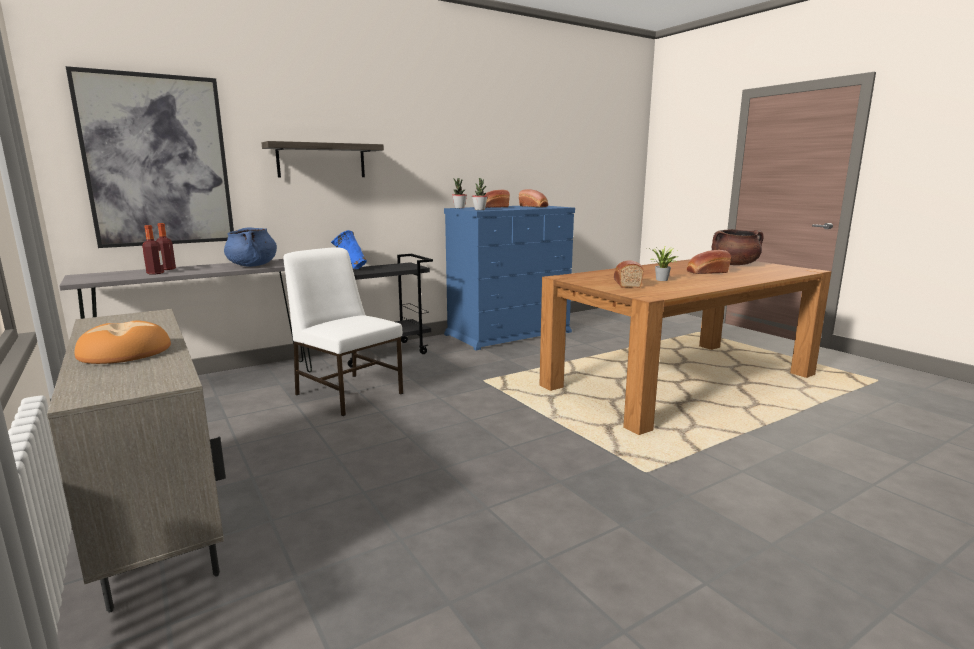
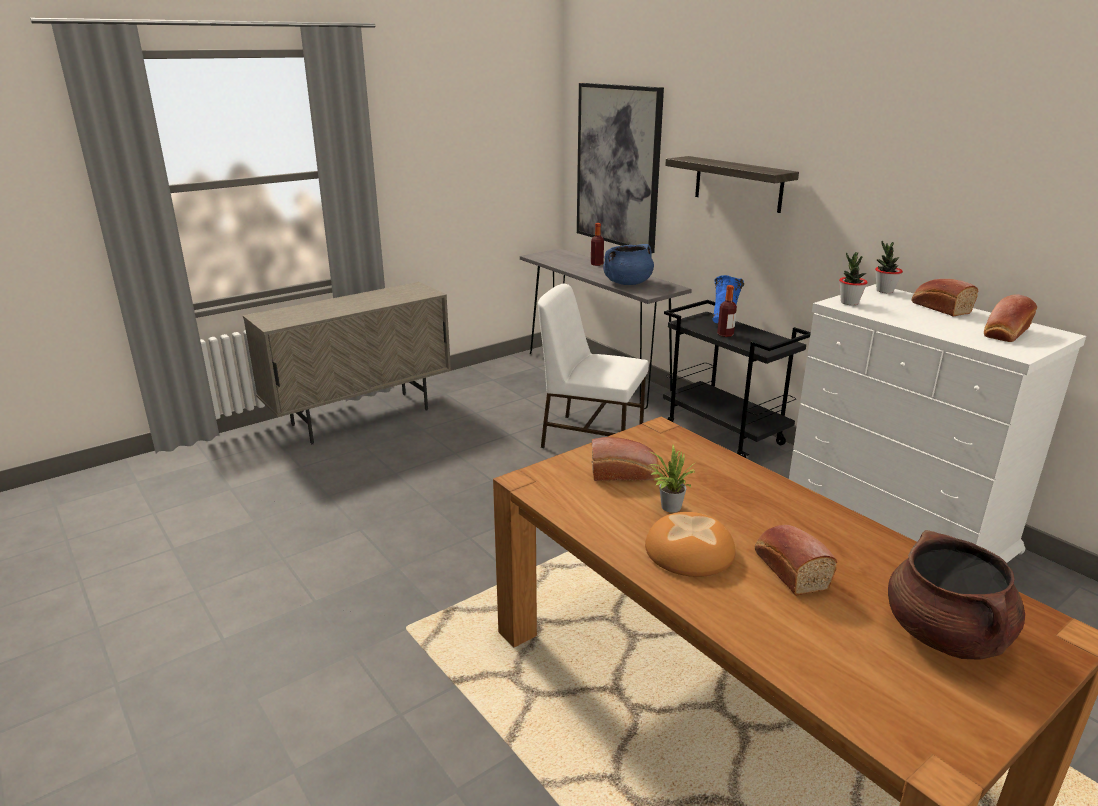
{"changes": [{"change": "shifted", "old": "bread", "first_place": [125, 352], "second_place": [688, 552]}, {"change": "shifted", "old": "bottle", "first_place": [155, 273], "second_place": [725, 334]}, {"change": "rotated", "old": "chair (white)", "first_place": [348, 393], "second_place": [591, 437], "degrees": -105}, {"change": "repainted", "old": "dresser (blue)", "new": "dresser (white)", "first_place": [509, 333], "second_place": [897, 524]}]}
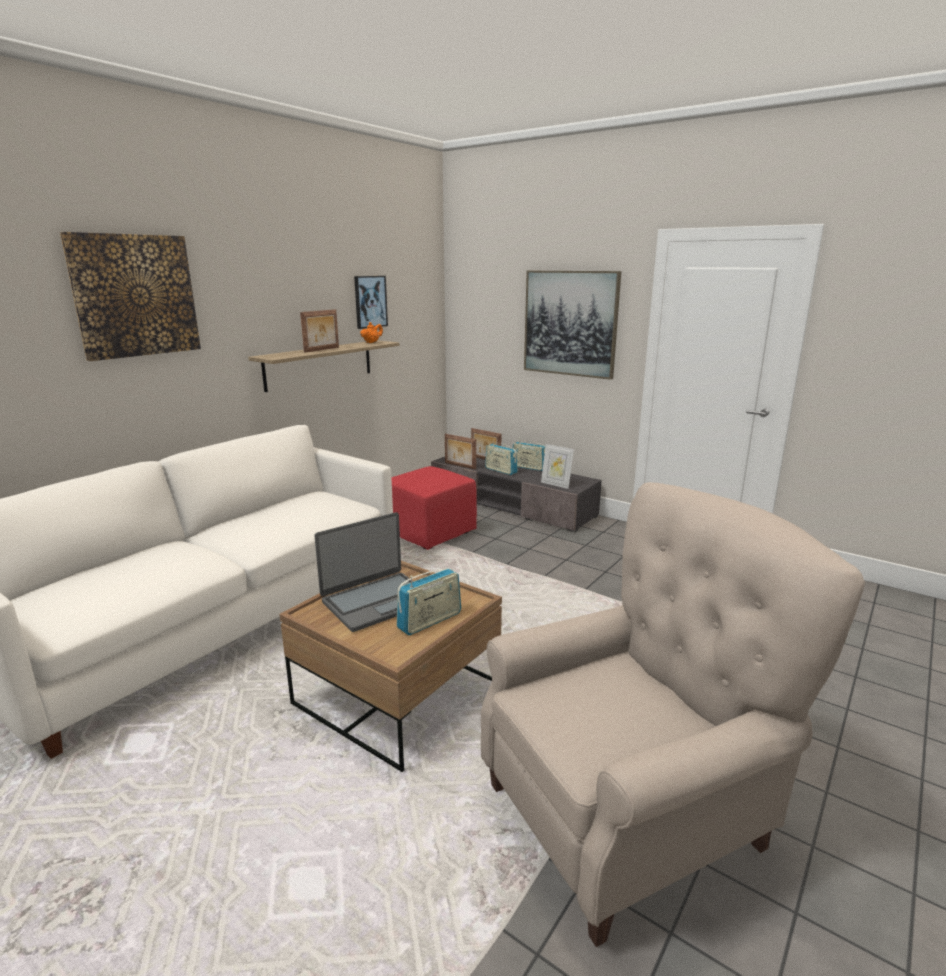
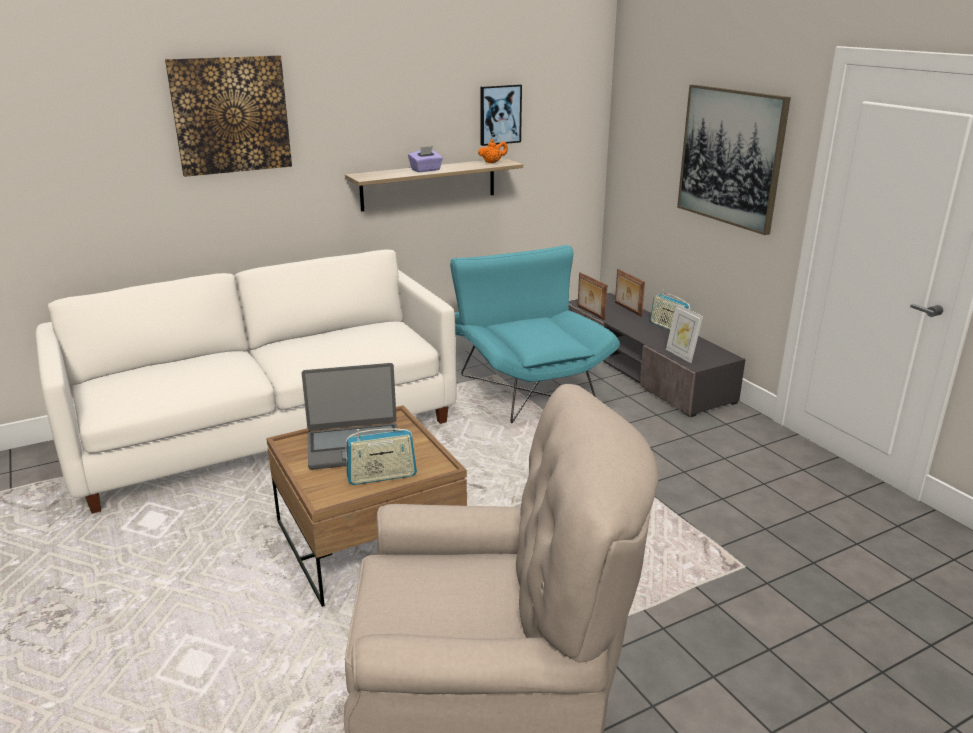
{"changes": [{"change": "swapped", "old": "picture frame", "new": "tissue box (purple)", "first_place": [322, 350], "second_place": [426, 170]}, {"change": "swapped", "old": "ottoman (red)", "new": "armchair (turquoise)", "first_place": [430, 533], "second_place": [524, 385]}, {"change": "gone", "old": "radio", "first_place": [501, 470]}]}
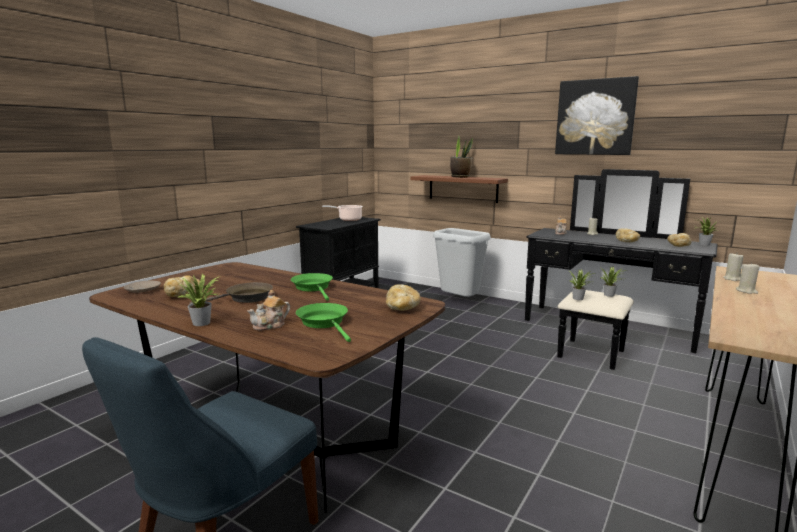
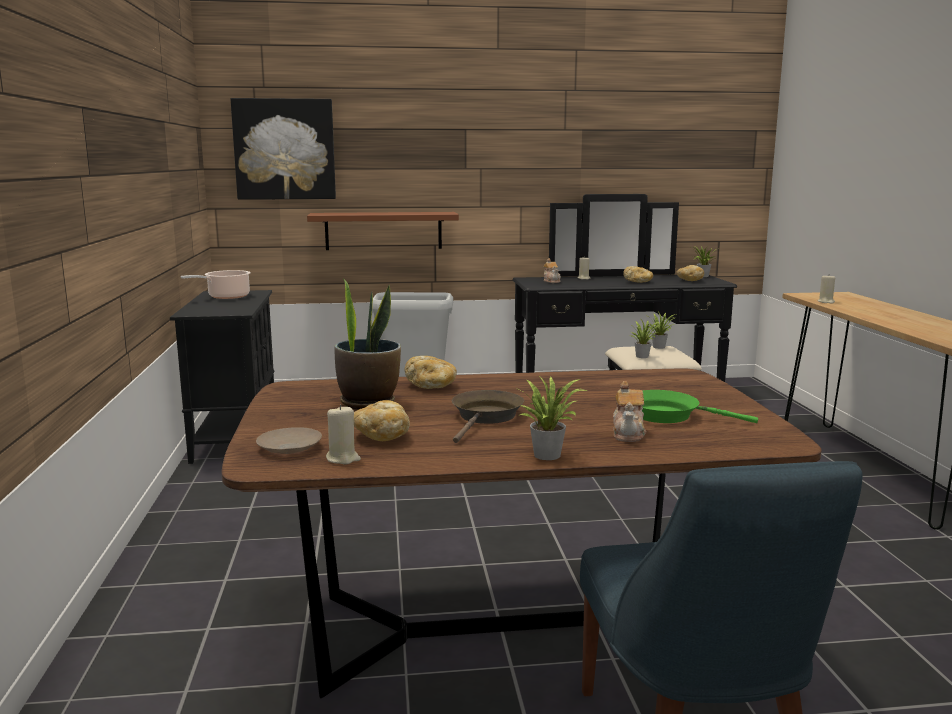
{"changes": [{"change": "gone", "old": "frying pan (green)", "first_place": [313, 288]}, {"change": "shifted", "old": "bread", "first_place": [402, 308], "second_place": [431, 386]}, {"change": "shifted", "old": "potted plant", "first_place": [460, 177], "second_place": [368, 403]}, {"change": "shifted", "old": "picture", "first_place": [595, 117], "second_place": [284, 149]}, {"change": "shifted", "old": "candle (beige)", "first_place": [746, 291], "second_place": [343, 459]}]}
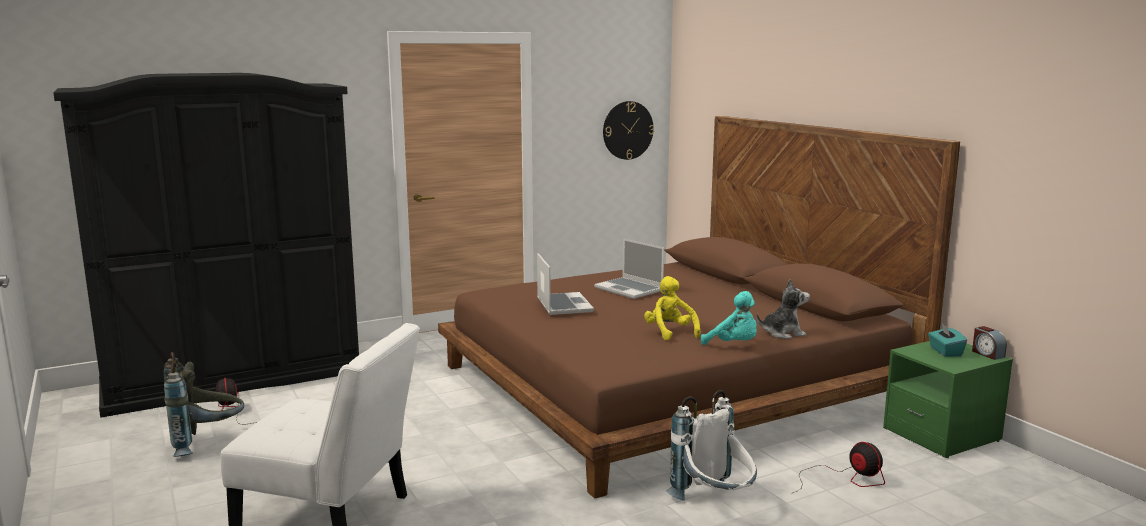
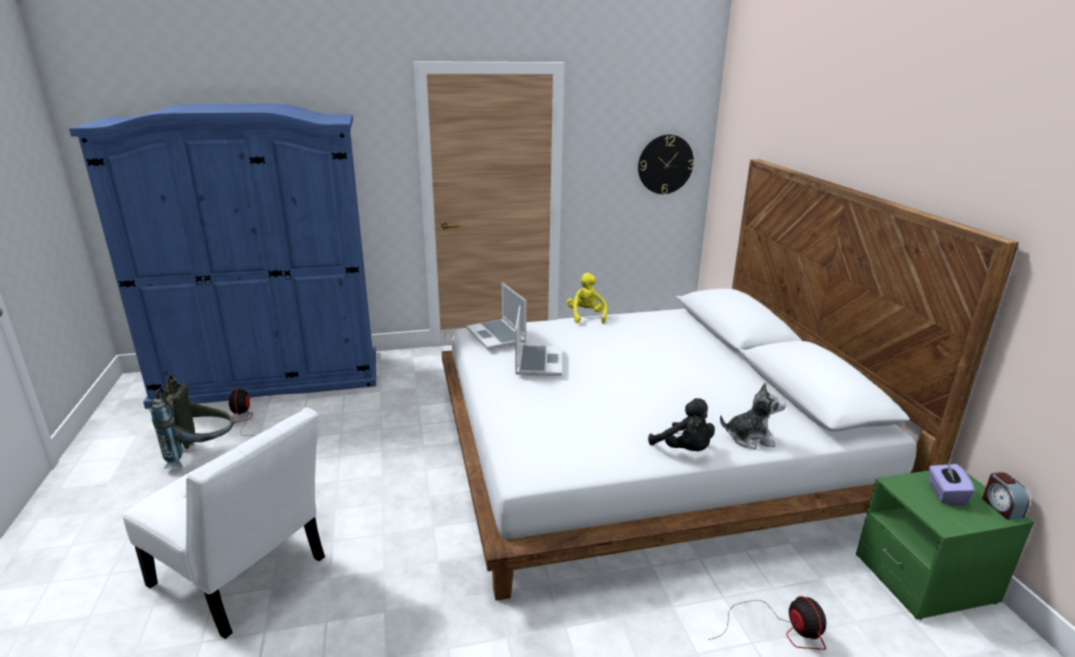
{"changes": [{"change": "repainted", "old": "wardrobe (black)", "new": "wardrobe (blue)", "first_place": [235, 377], "second_place": [270, 378]}, {"change": "repainted", "old": "bed (brown)", "new": "bed (white)", "first_place": [669, 386], "second_place": [643, 448]}, {"change": "shifted", "old": "laptop", "first_place": [630, 289], "second_place": [497, 336]}, {"change": "shifted", "old": "plush toy (yellow)", "first_place": [670, 332], "second_place": [586, 316]}, {"change": "gone", "old": "backpack (white)", "first_place": [714, 504]}, {"change": "repainted", "old": "plush toy (turquoise)", "new": "plush toy (black)", "first_place": [733, 345], "second_place": [684, 450]}, {"change": "repainted", "old": "tissue box (turquoise)", "new": "tissue box (purple)", "first_place": [945, 352], "second_place": [945, 494]}]}
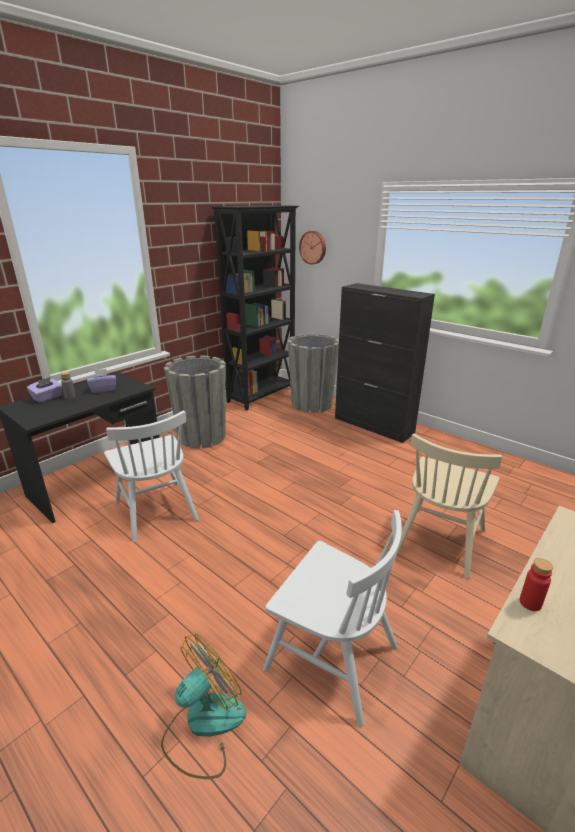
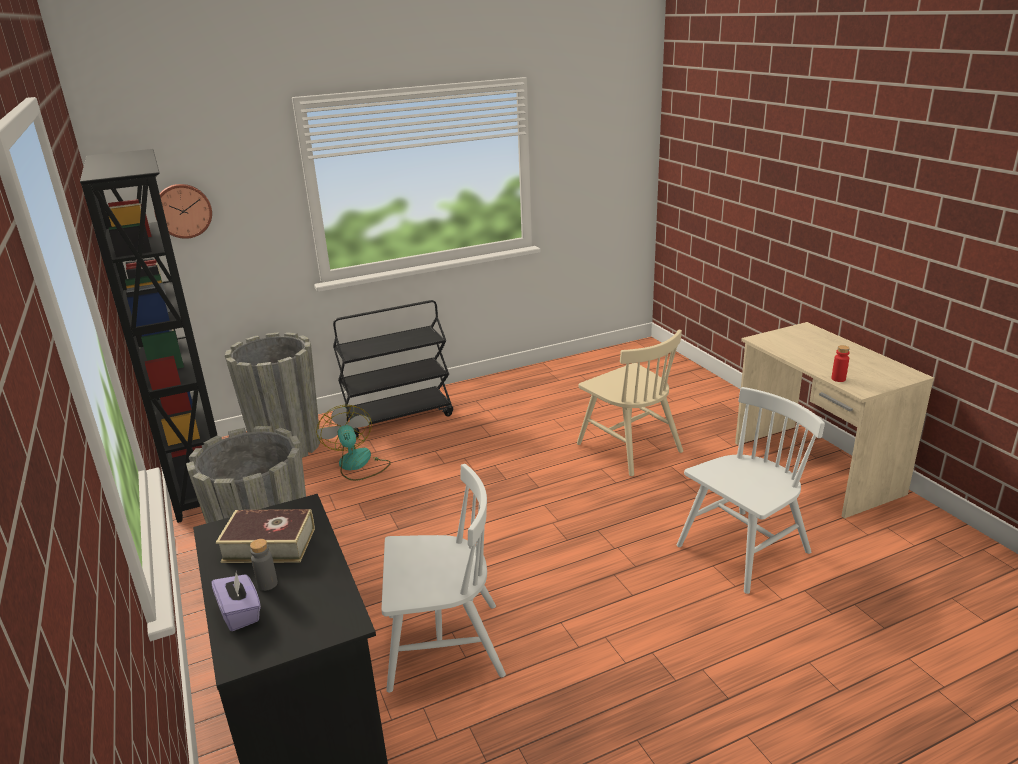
{"changes": [{"change": "swapped", "old": "tissue box (purple)", "new": "book", "first_place": [103, 389], "second_place": [269, 545]}, {"change": "shifted", "old": "fan", "first_place": [203, 725], "second_place": [357, 465]}, {"change": "swapped", "old": "cabinet (black)", "new": "cart (black)", "first_place": [373, 426], "second_place": [398, 418]}]}
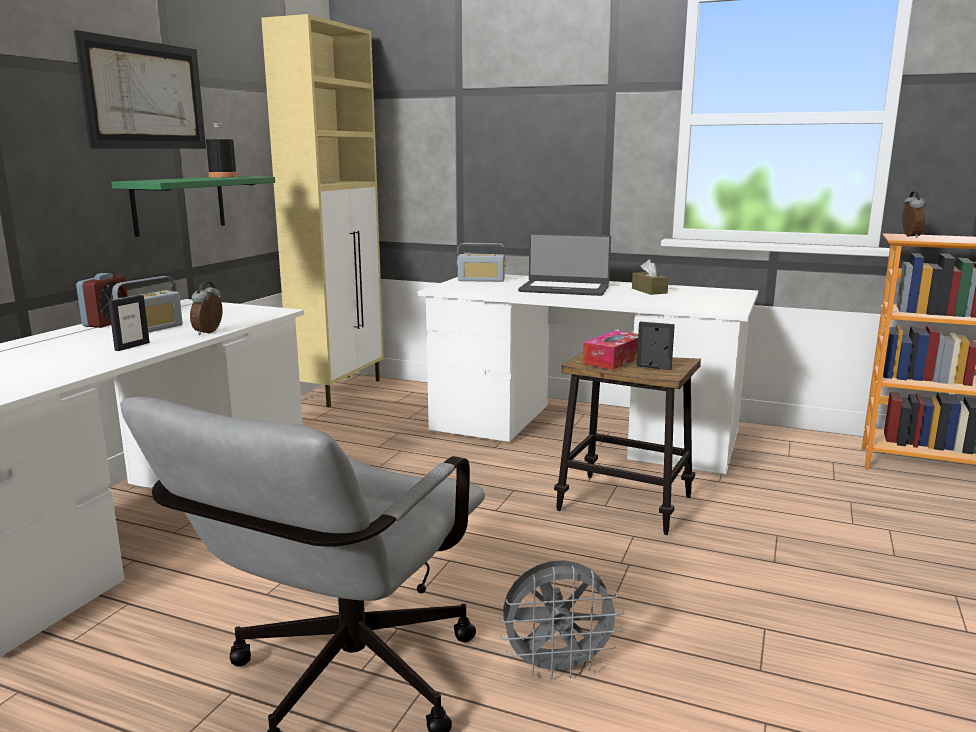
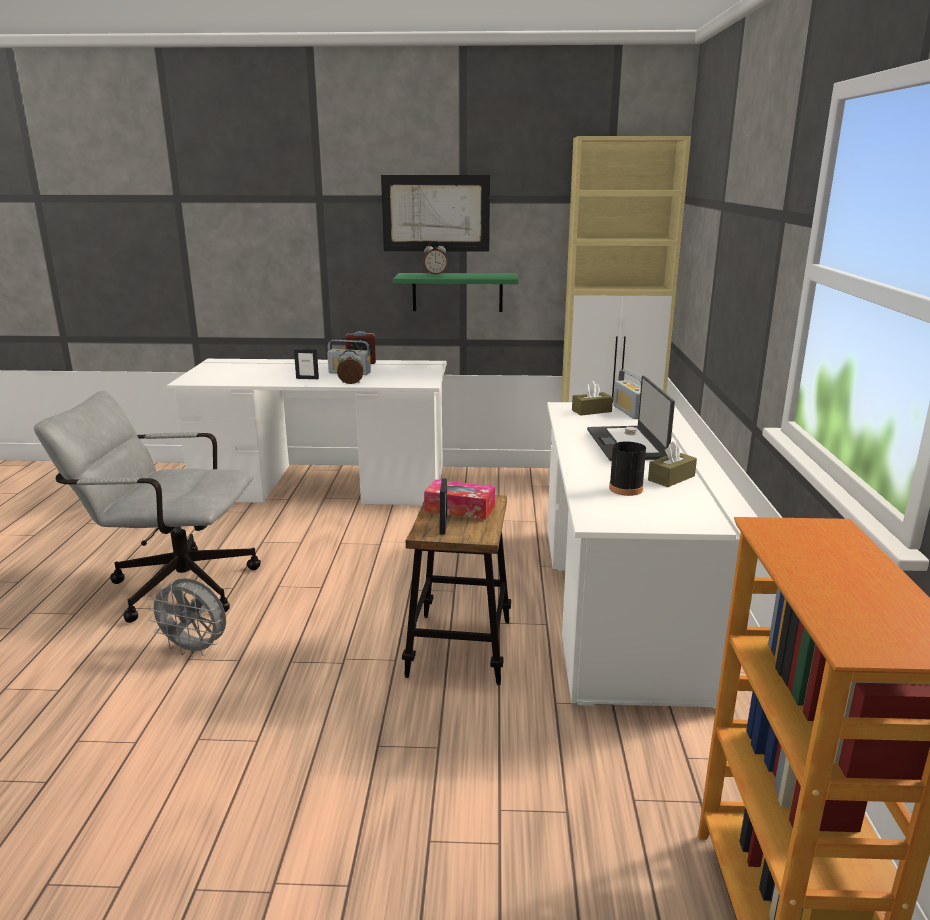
{"changes": [{"change": "shifted", "old": "bottle (black)", "first_place": [223, 176], "second_place": [626, 489]}, {"change": "rotated", "old": "fan (grey)", "first_place": [557, 667], "second_place": [195, 649], "degrees": -45}, {"change": "shifted", "old": "alarm clock", "first_place": [909, 236], "second_place": [435, 274]}, {"change": "new", "new": "tissue box (brown)", "second_place": [591, 411]}]}
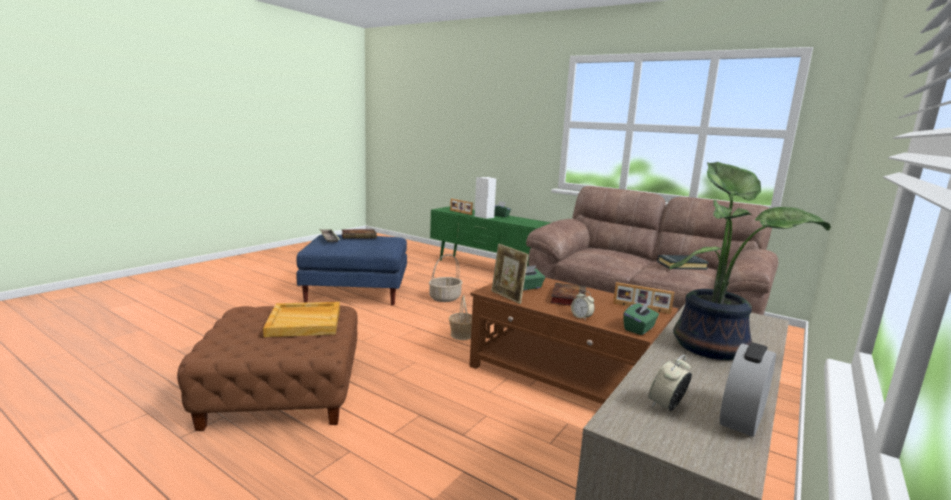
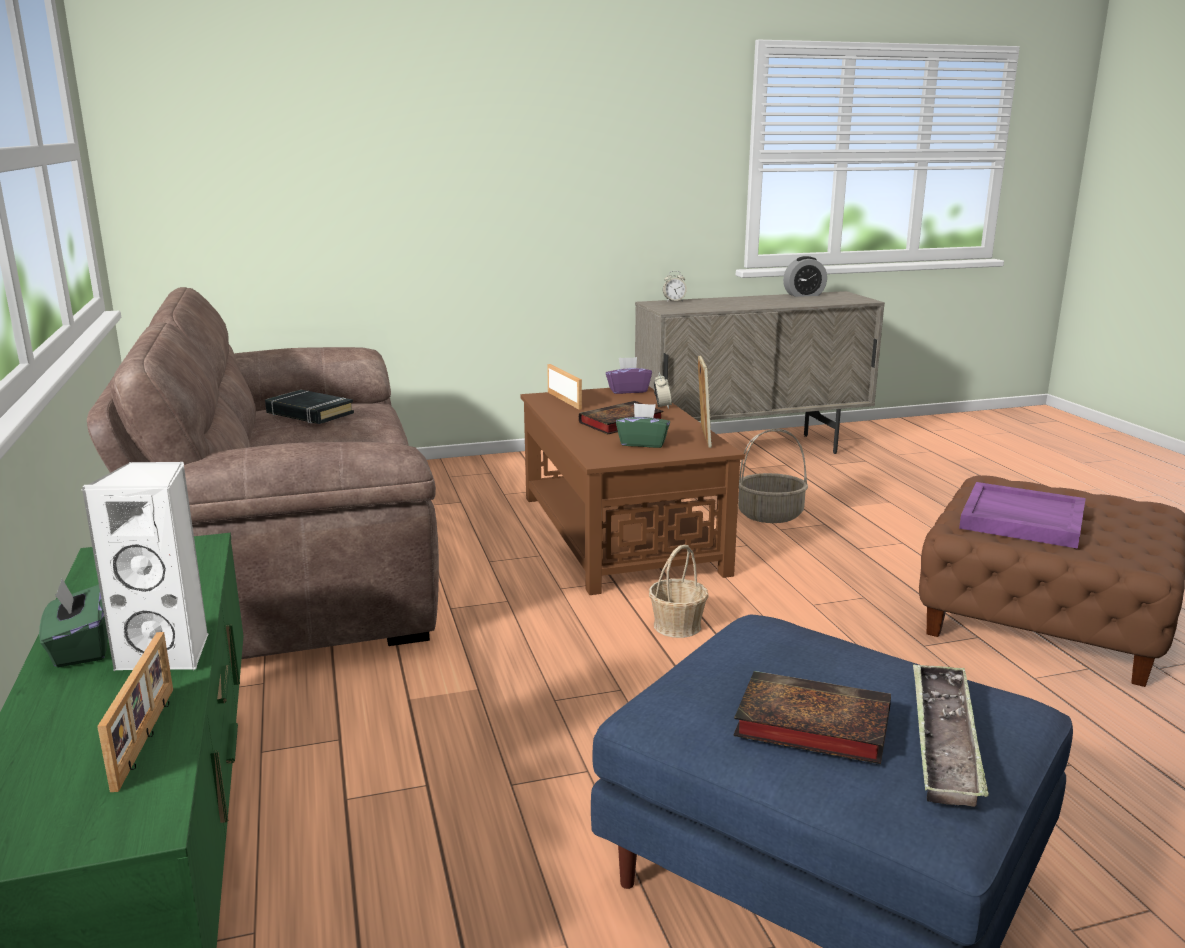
{"changes": [{"change": "repainted", "old": "tray (beige)", "new": "tray (purple)", "first_place": [305, 322], "second_place": [1021, 520]}, {"change": "shifted", "old": "basket", "first_place": [445, 298], "second_place": [769, 515]}, {"change": "repainted", "old": "tissue box (green)", "new": "tissue box (purple)", "first_place": [639, 329], "second_place": [628, 390]}, {"change": "shifted", "old": "alarm clock", "first_place": [666, 406], "second_place": [674, 301]}, {"change": "gone", "old": "potted plant", "first_place": [712, 345]}]}
